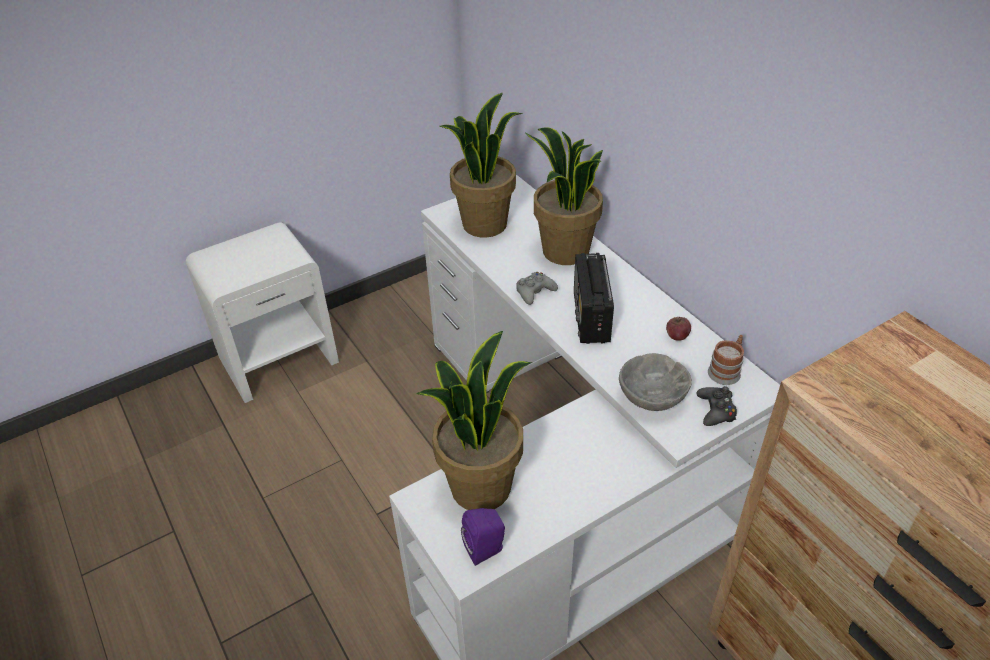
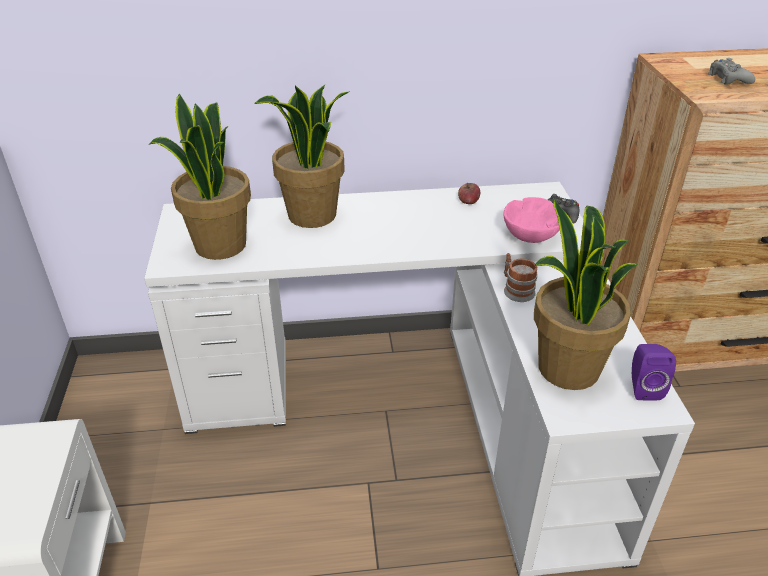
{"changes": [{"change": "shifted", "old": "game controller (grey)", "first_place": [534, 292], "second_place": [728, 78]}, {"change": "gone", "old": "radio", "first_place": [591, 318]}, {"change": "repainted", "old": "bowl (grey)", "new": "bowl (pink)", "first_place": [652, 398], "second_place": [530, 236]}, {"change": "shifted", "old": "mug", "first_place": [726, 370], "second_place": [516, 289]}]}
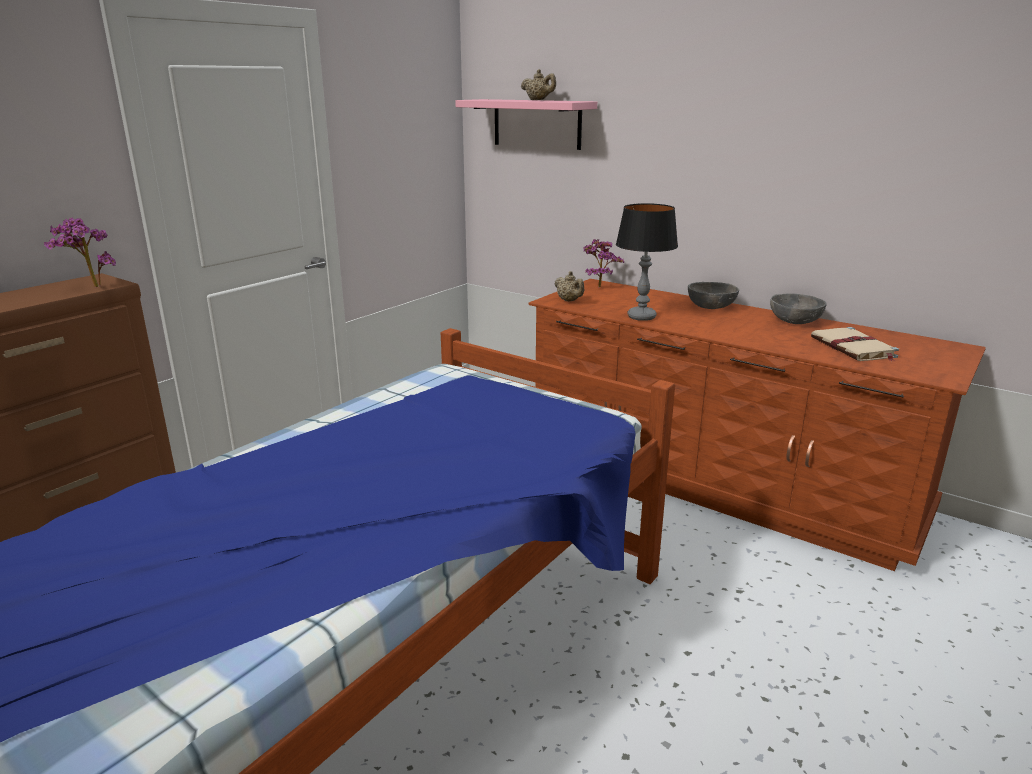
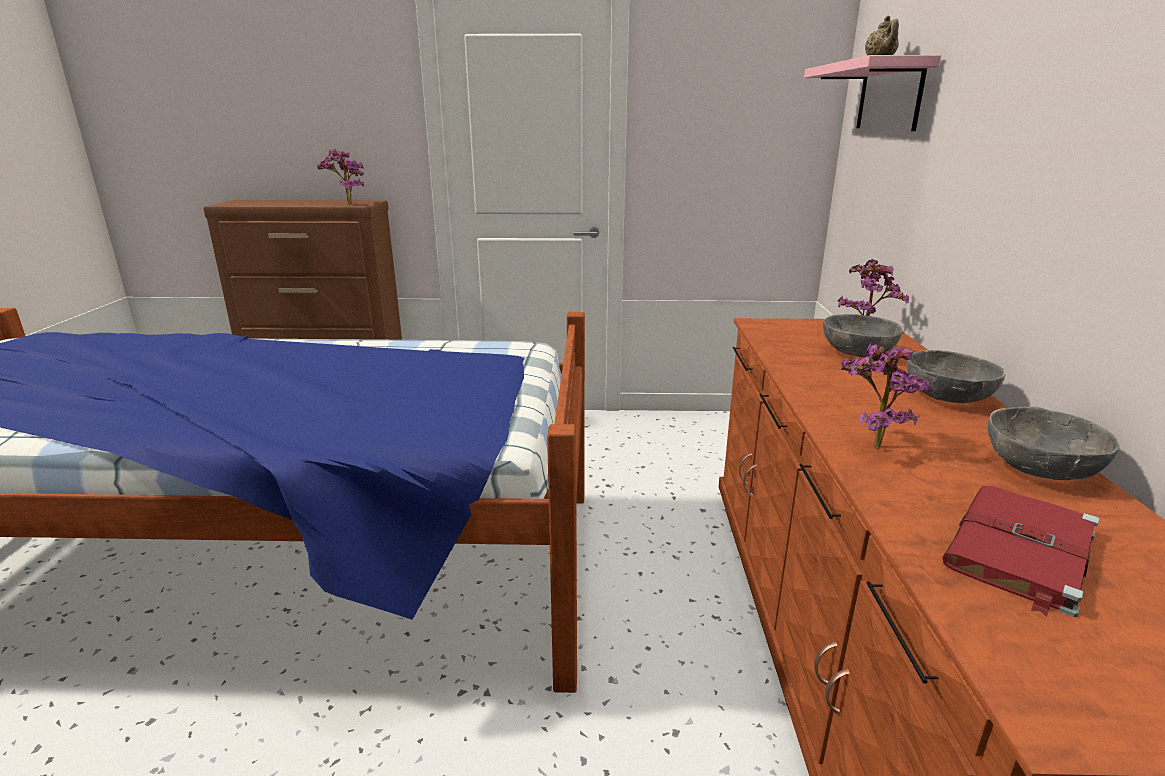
{"changes": [{"change": "gone", "old": "teapot (beige)", "first_place": [569, 301]}, {"change": "gone", "old": "table lamp", "first_place": [641, 317]}, {"change": "repainted", "old": "book (beige)", "new": "book (red)", "first_place": [854, 348], "second_place": [1020, 551]}, {"change": "new", "new": "bowl (grey)", "second_place": [857, 352]}, {"change": "new", "new": "potted plant", "second_place": [871, 443]}]}
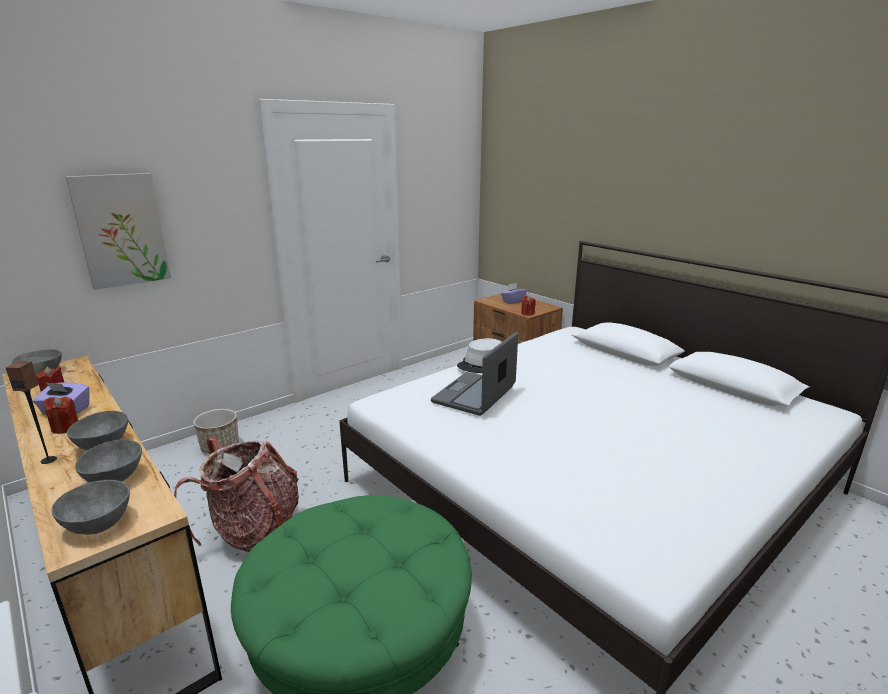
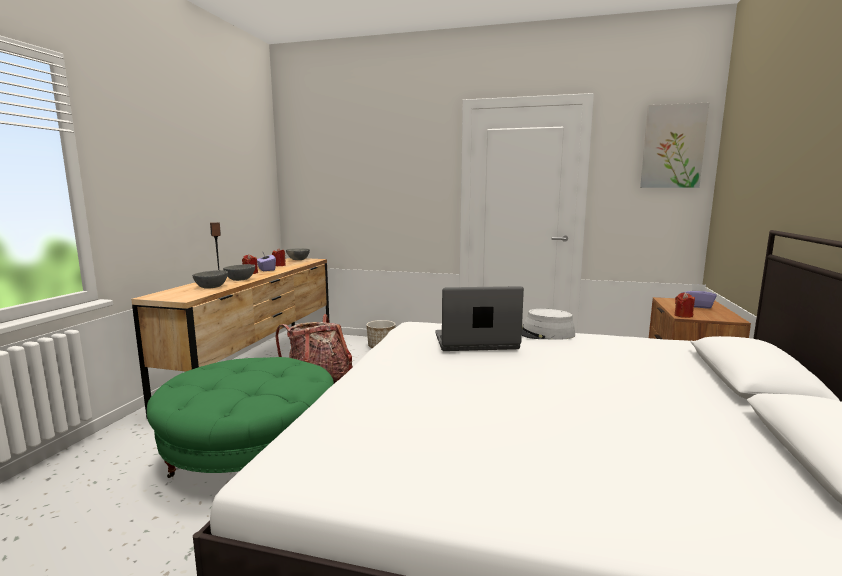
{"changes": [{"change": "gone", "old": "bowl (grey)", "first_place": [98, 523]}, {"change": "shifted", "old": "picture", "first_place": [121, 230], "second_place": [672, 146]}]}
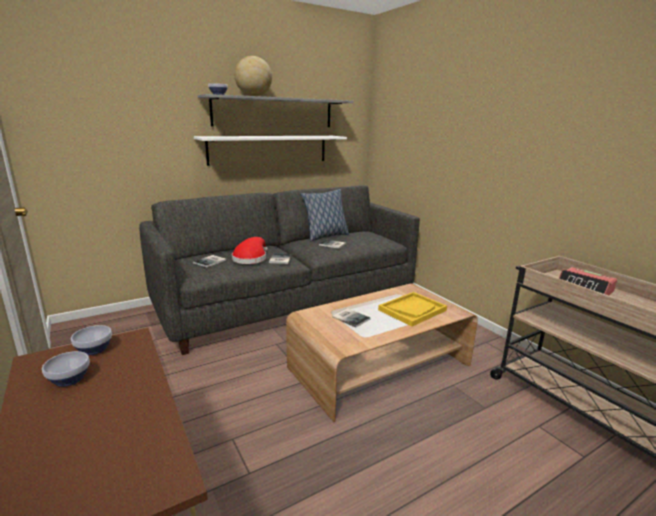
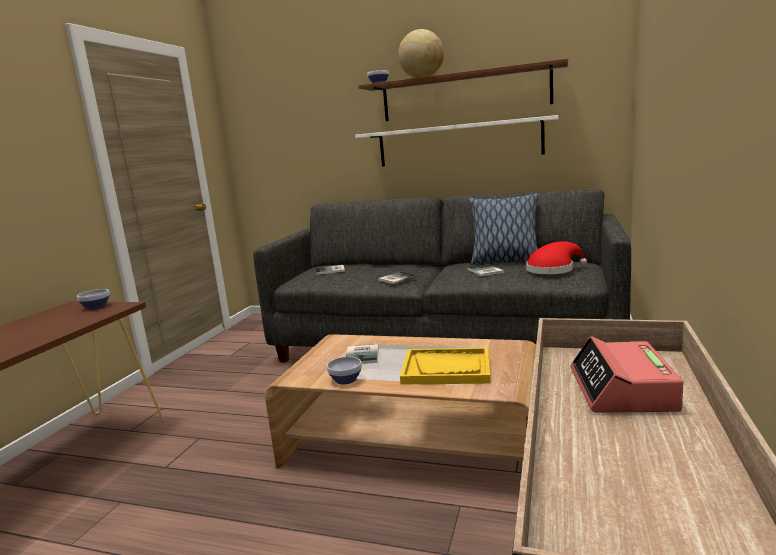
{"changes": [{"change": "shifted", "old": "bowl", "first_place": [70, 379], "second_place": [346, 379]}, {"change": "repainted", "old": "shelf (grey)", "new": "shelf (brown)", "first_place": [274, 112], "second_place": [464, 94]}, {"change": "shifted", "old": "hat (red)", "first_place": [251, 258], "second_place": [553, 270]}]}
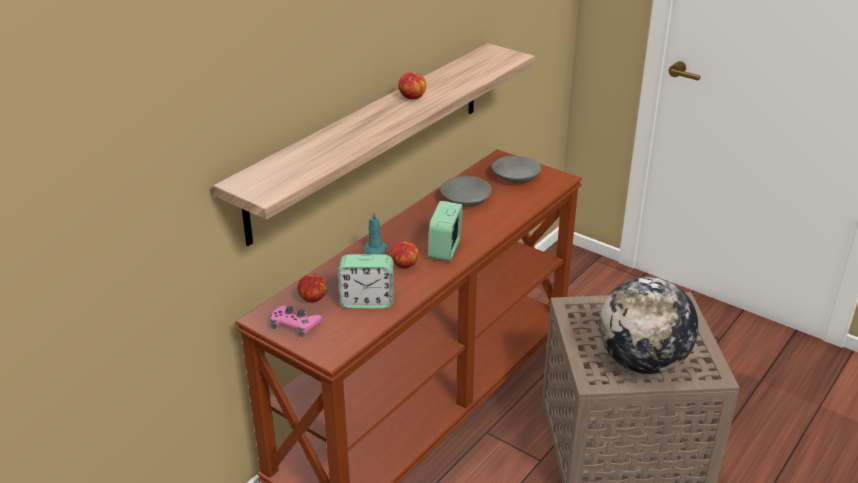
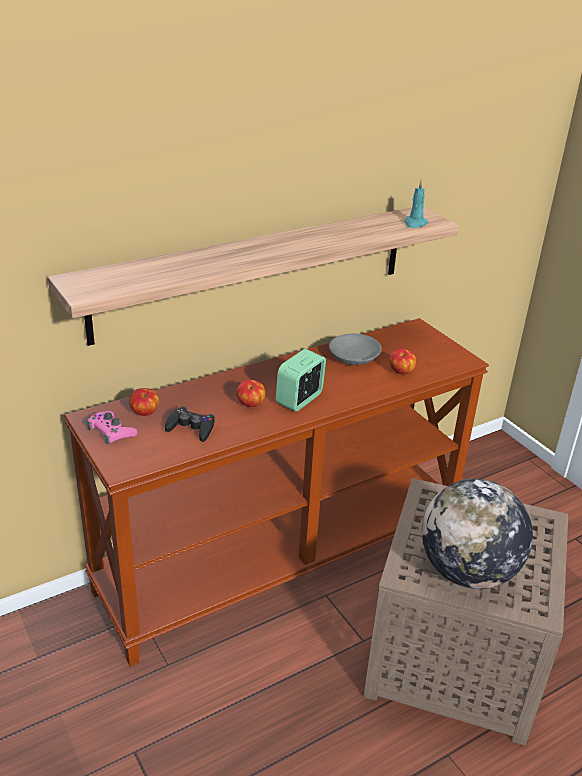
{"changes": [{"change": "swapped", "old": "alarm clock", "new": "game controller (black)", "first_place": [367, 301], "second_place": [191, 428]}, {"change": "shifted", "old": "candle (turquoise)", "first_place": [375, 250], "second_place": [415, 223]}, {"change": "shifted", "old": "apple", "first_place": [412, 98], "second_place": [401, 372]}, {"change": "gone", "old": "bowl (grey)", "first_place": [515, 177]}]}
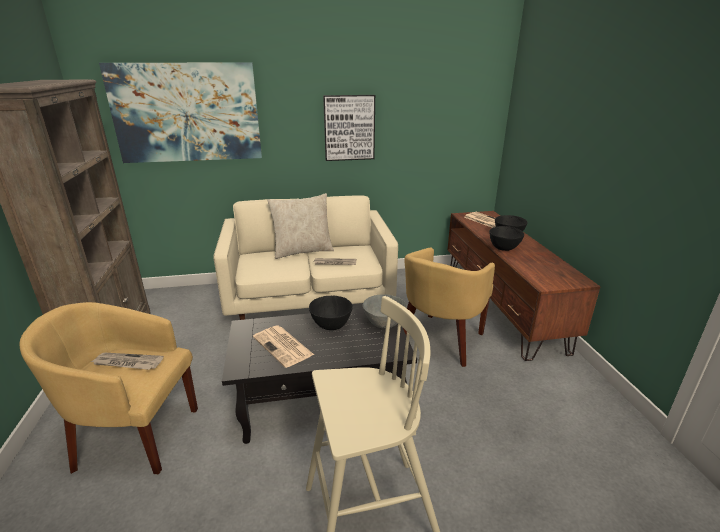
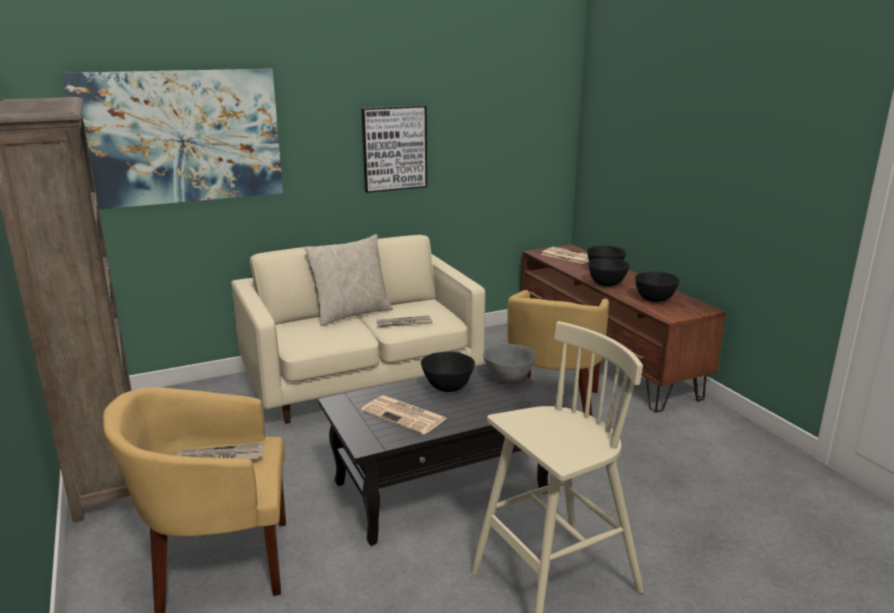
{"changes": [{"change": "new", "new": "bowl (black)", "second_place": [654, 300]}]}
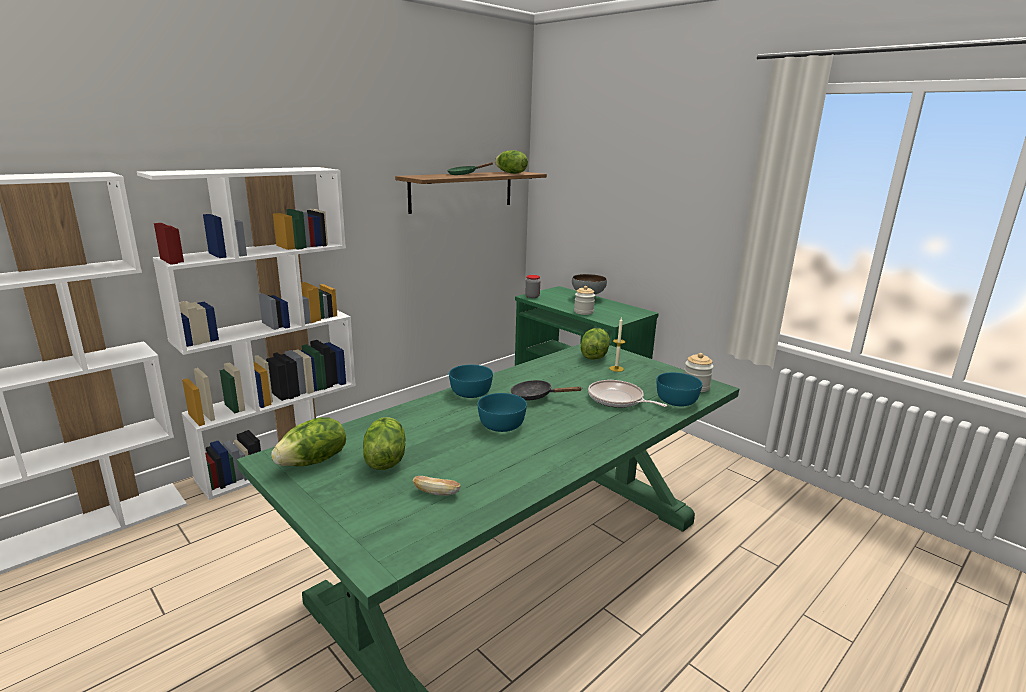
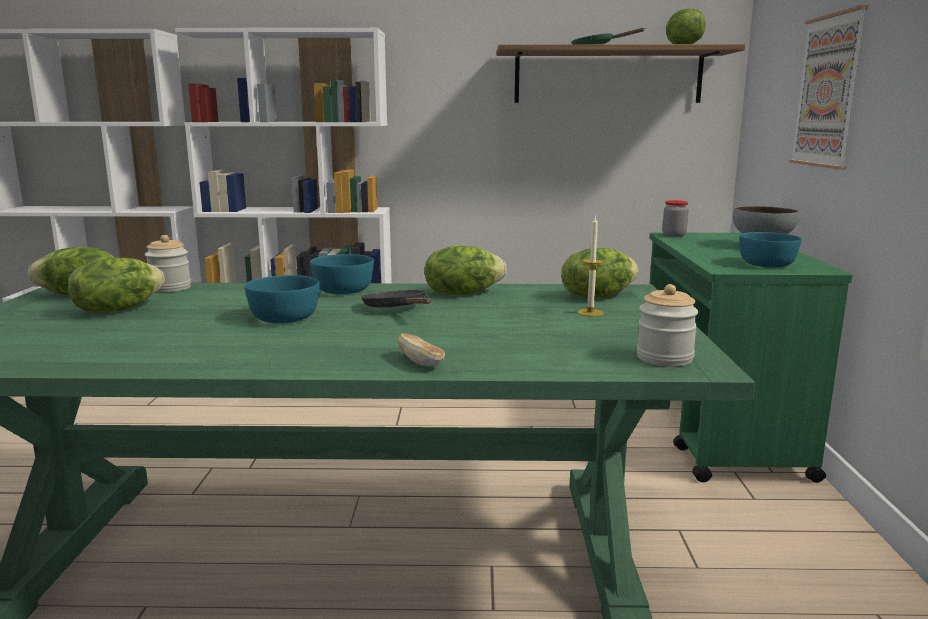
{"changes": [{"change": "shifted", "old": "bread", "first_place": [436, 493], "second_place": [420, 362]}, {"change": "shifted", "old": "jar", "first_place": [583, 312], "second_place": [170, 288]}, {"change": "gone", "old": "frying pan", "first_place": [618, 399]}, {"change": "shifted", "old": "bowl (turquoise)", "first_place": [676, 401], "second_place": [765, 264]}, {"change": "new", "new": "lettuce", "second_place": [462, 293]}, {"change": "new", "new": "picture", "second_place": [828, 91]}]}
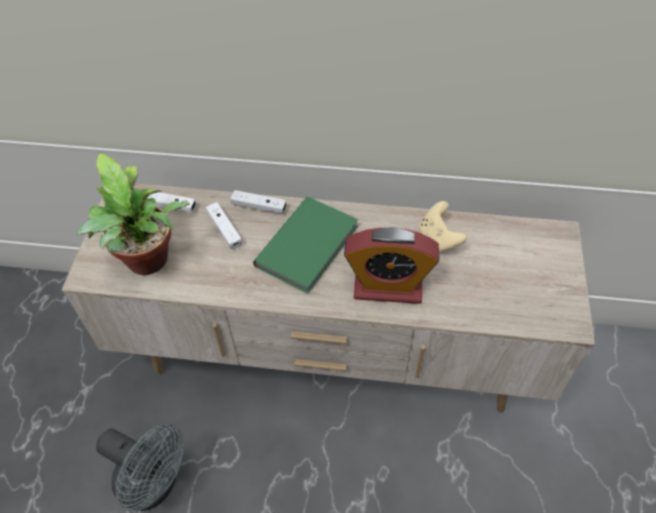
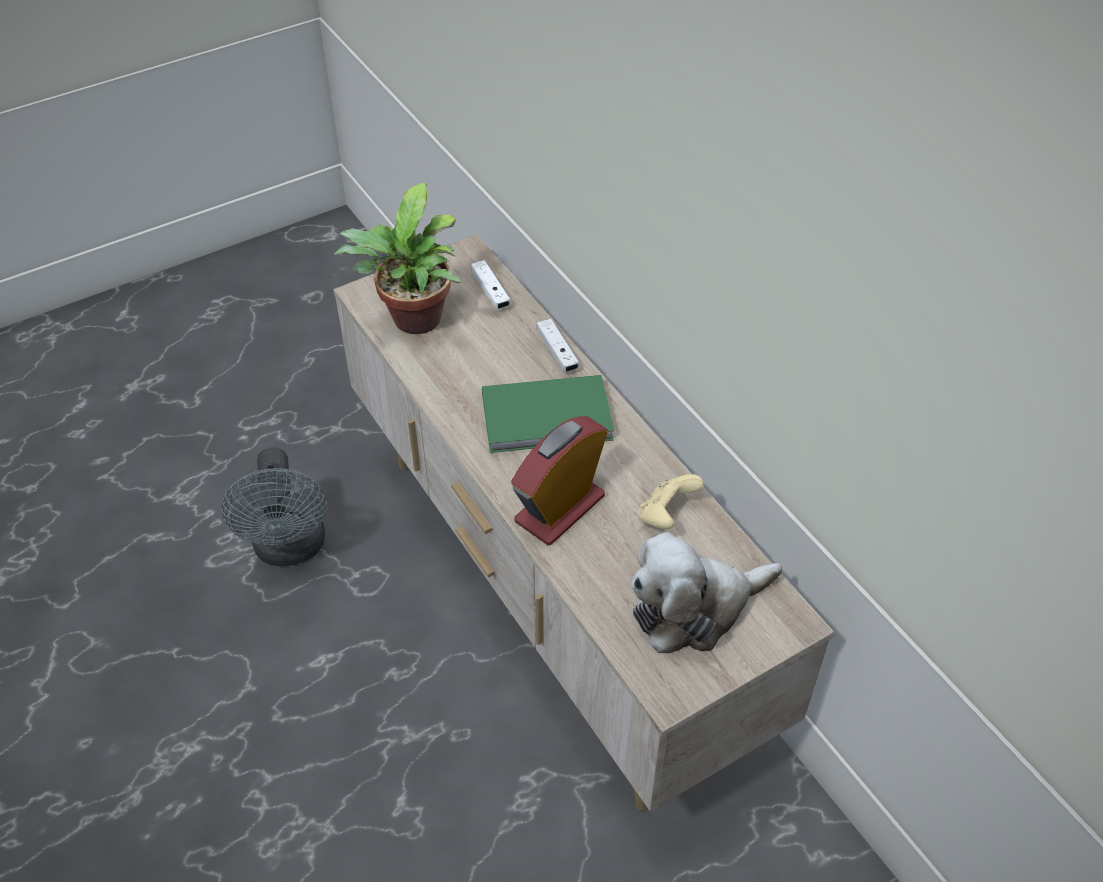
{"changes": [{"change": "gone", "old": "game controller (white)", "first_place": [224, 229]}, {"change": "rotated", "old": "alarm clock", "first_place": [388, 287], "second_place": [560, 509], "degrees": 75}, {"change": "new", "new": "plush toy", "second_place": [695, 609]}]}
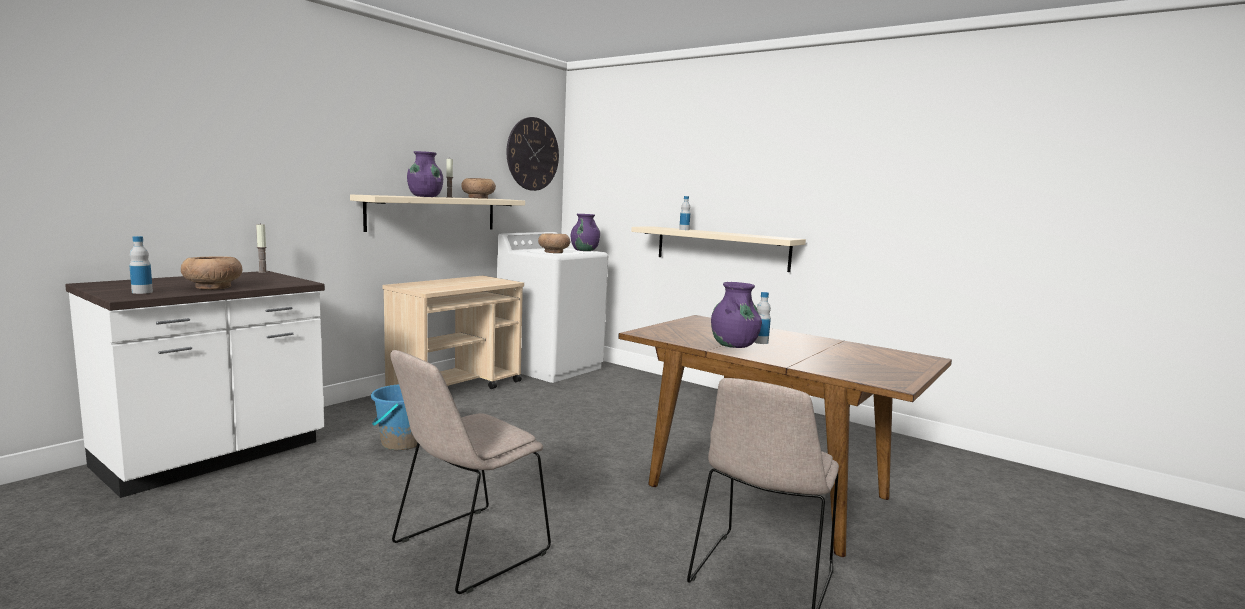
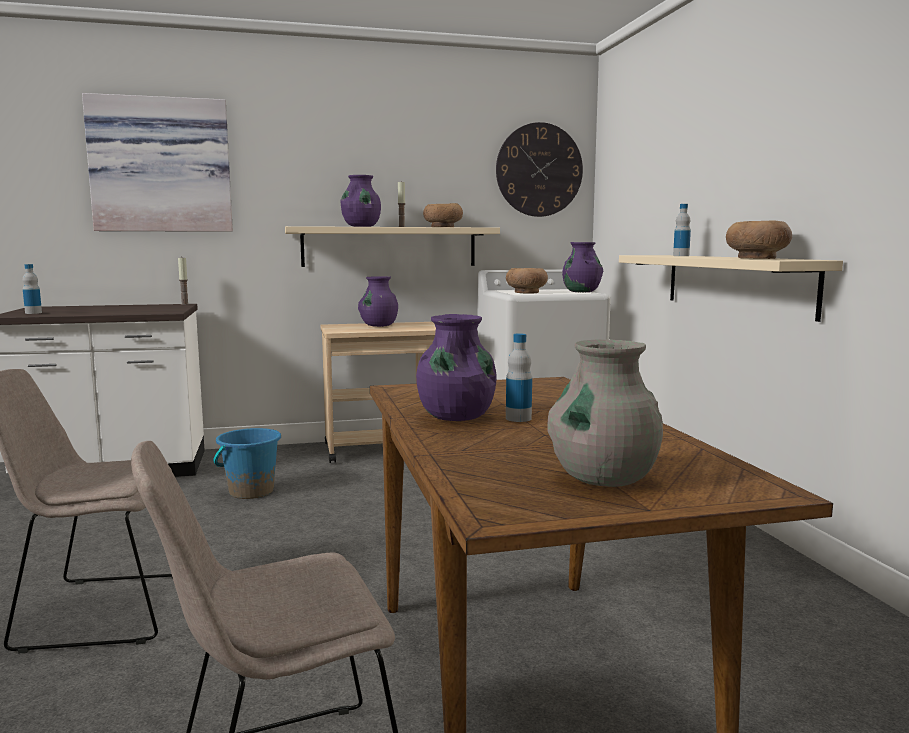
{"changes": [{"change": "shifted", "old": "bowl (brown)", "first_place": [212, 287], "second_place": [756, 258]}, {"change": "new", "new": "picture", "second_place": [161, 165]}, {"change": "new", "new": "vase (purple)", "second_place": [379, 325]}, {"change": "new", "new": "vase (grey)", "second_place": [604, 478]}]}
